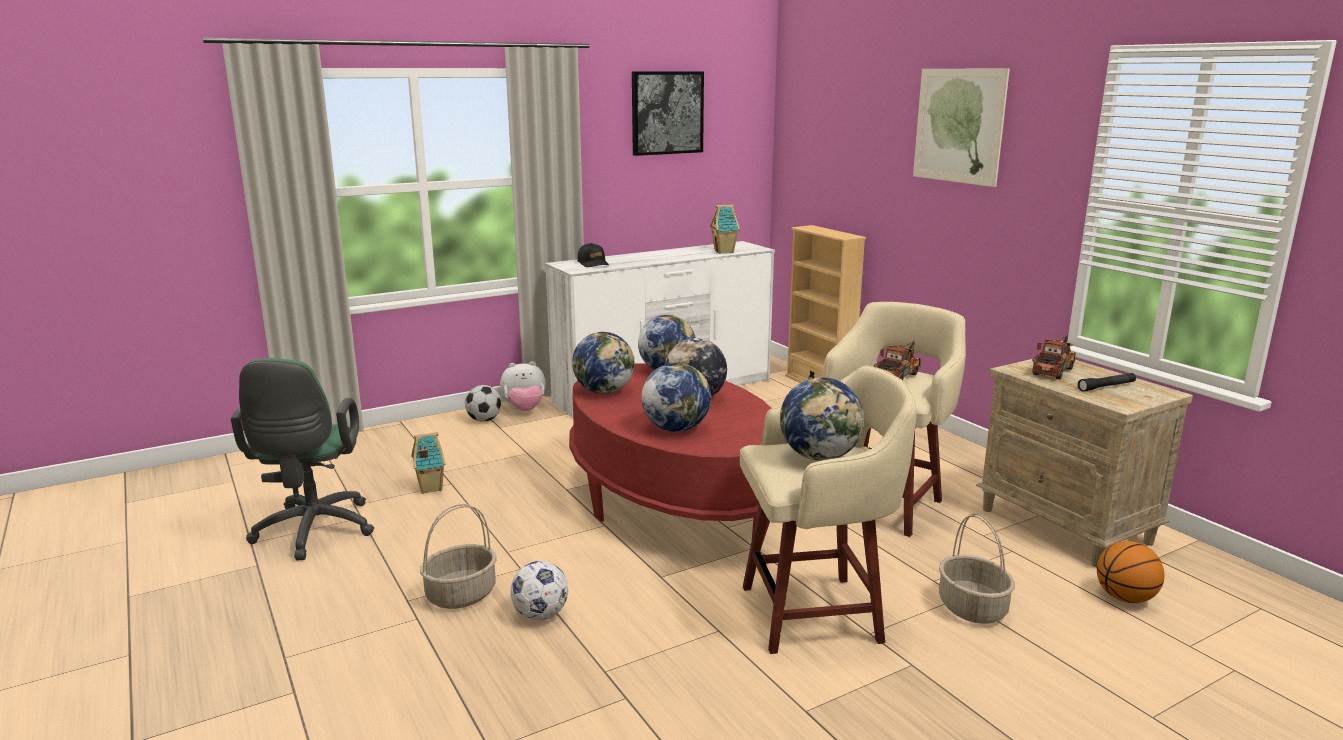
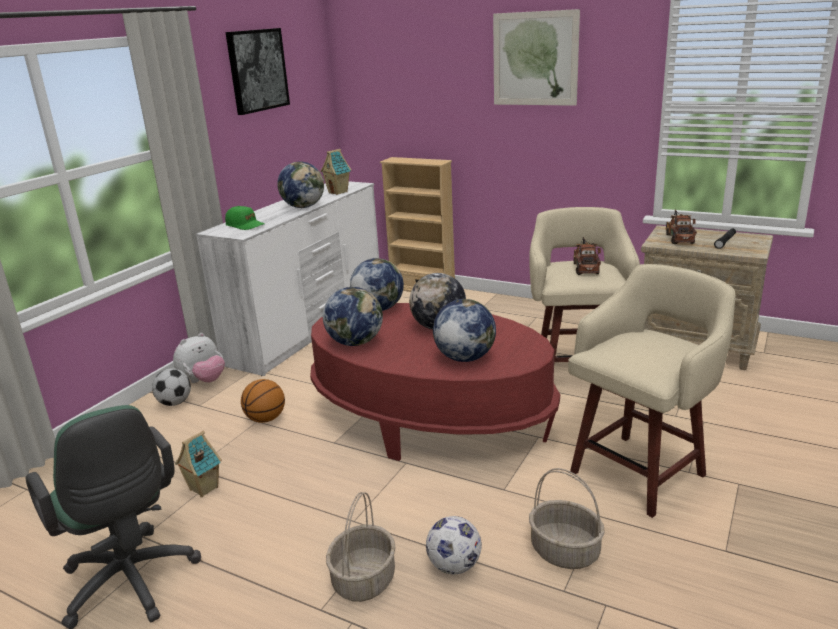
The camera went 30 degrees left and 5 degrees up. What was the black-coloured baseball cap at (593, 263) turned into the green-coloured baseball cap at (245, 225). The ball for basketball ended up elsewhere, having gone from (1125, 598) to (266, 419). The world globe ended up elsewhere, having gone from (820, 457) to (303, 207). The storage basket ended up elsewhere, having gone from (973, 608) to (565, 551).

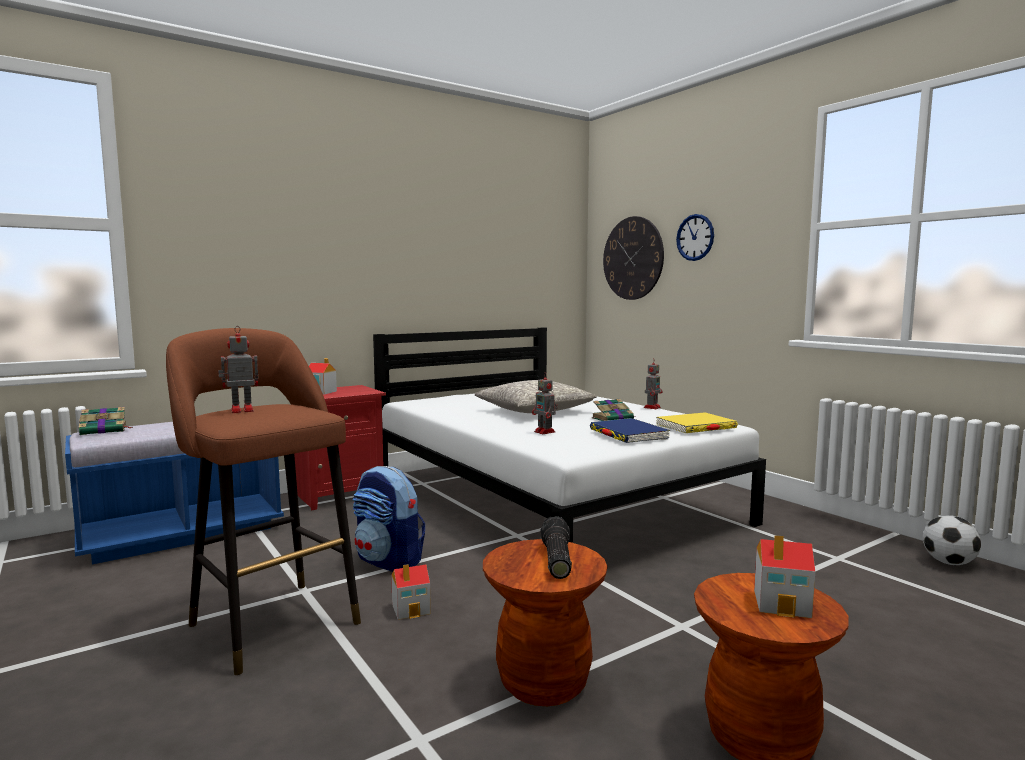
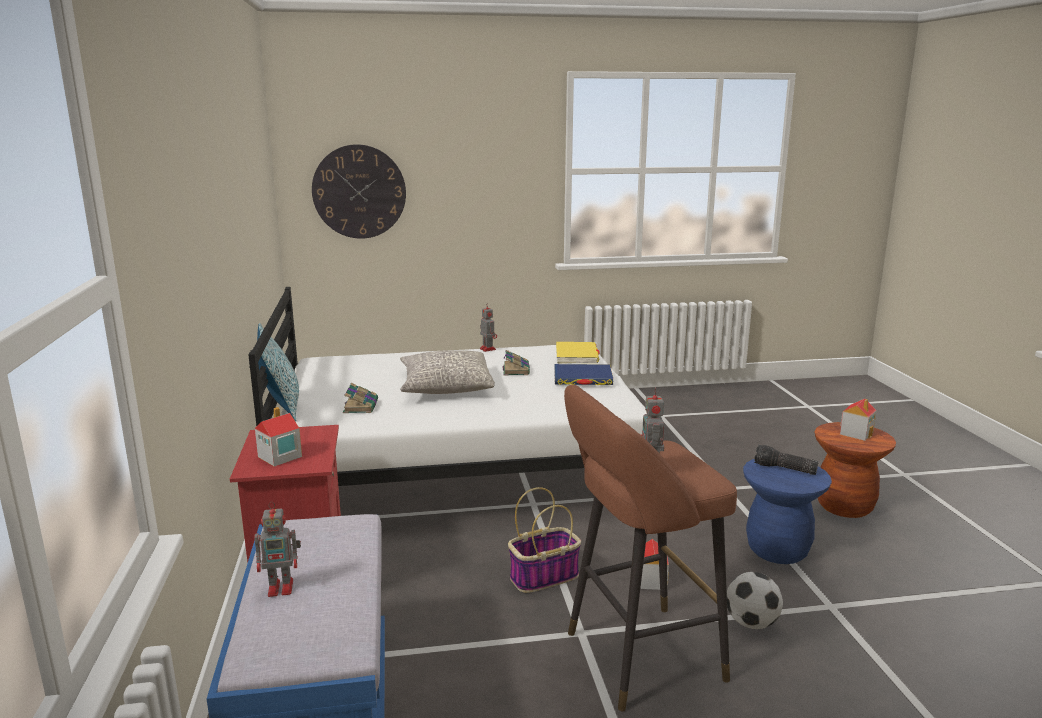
The camera went 65 degrees left and 10 degrees up. The model robot ended up elsewhere, having gone from (545, 432) to (282, 587). The second view gained the throw pillow at (281, 407). The bound book ended up elsewhere, having gone from (105, 430) to (361, 406). Where the rucksack stood at (389, 561), the storage basket came to stand at (544, 576). The football ended up elsewhere, having gone from (949, 563) to (751, 623). What was the brownish stool at (543, 682) turned into the bluish stool at (777, 550). The second view lost the hanging clock at (695, 237).

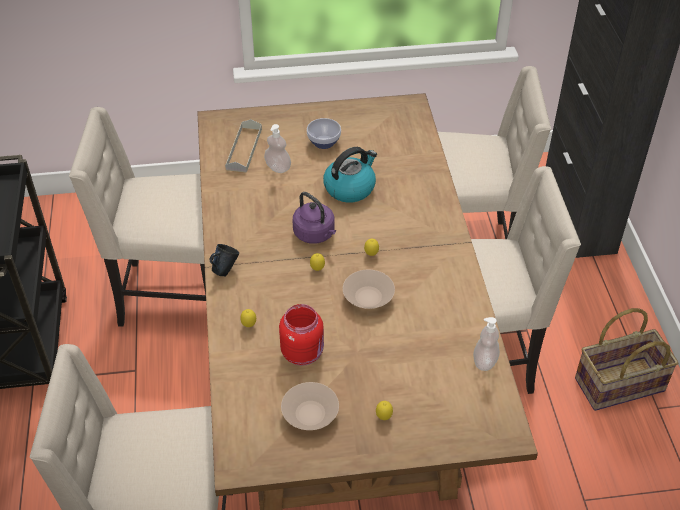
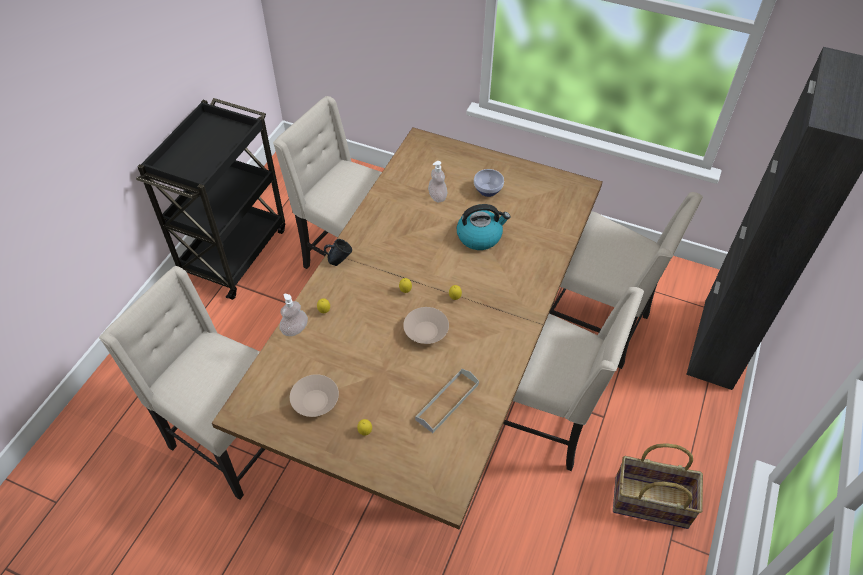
The camera went 30 degrees right and 5 degrees up. The soap dispenser ended up elsewhere, having gone from (485, 361) to (295, 329). The grey carrying tray ended up elsewhere, having gone from (244, 149) to (447, 402). The second view lost the red-coloured storage jar at (303, 352). The second view lost the purplish water kettle at (315, 234).

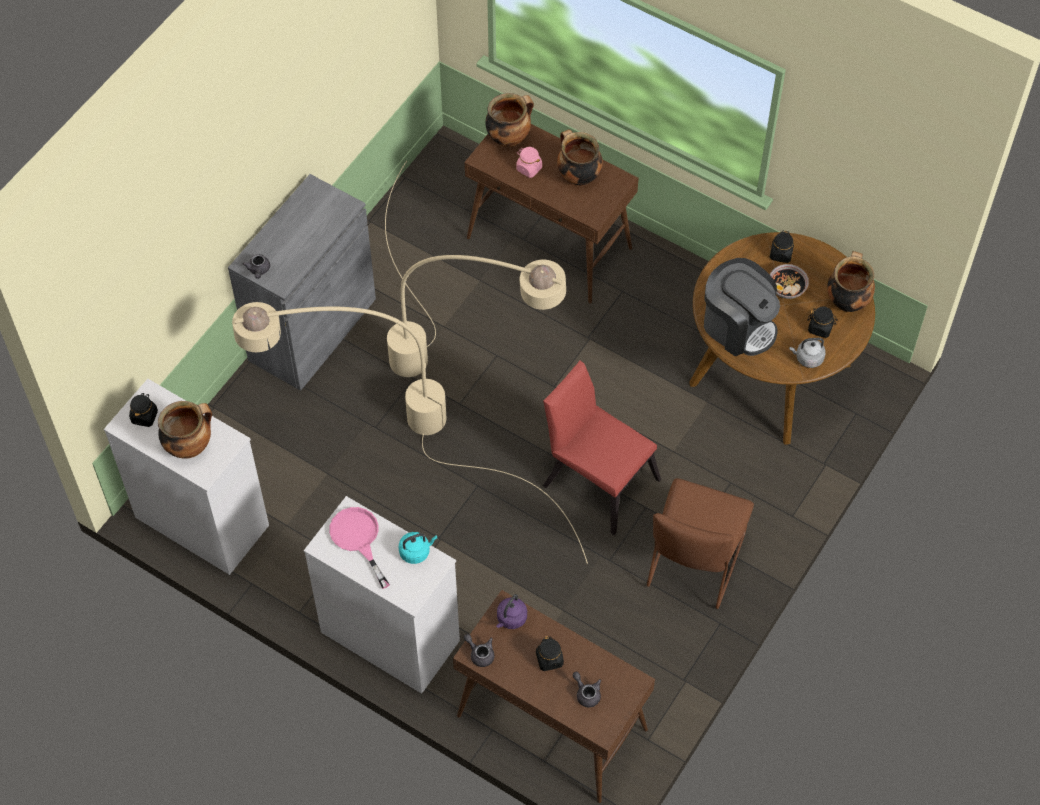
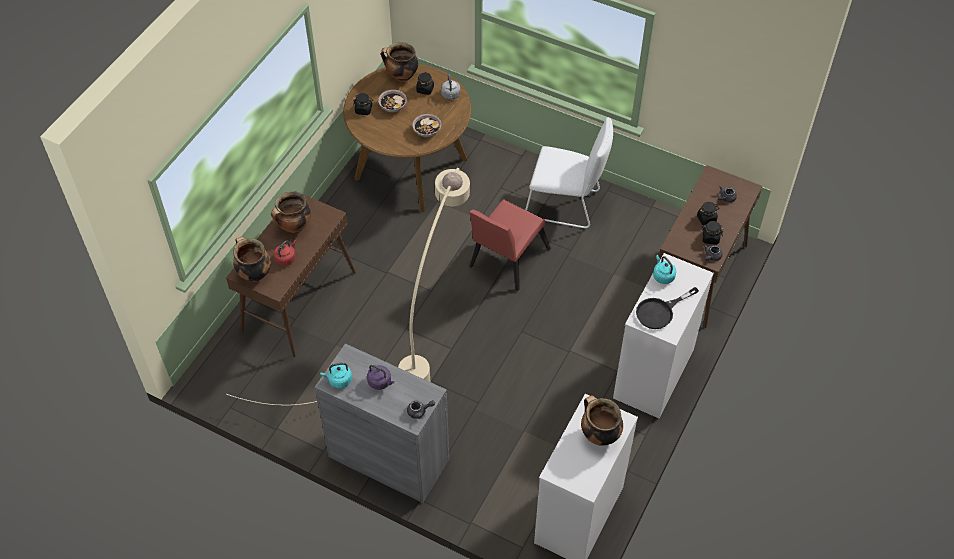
The camera went 95 degrees left and 5 degrees down. Where the pink-coloured storage jar stood at (529, 168), the red-coloured water kettle came to stand at (286, 258). The second view gained the turquoise-coloured water kettle at (339, 380). The purplish water kettle ended up elsewhere, having gone from (510, 619) to (380, 382). Where the coffee brewer stood at (738, 326), the bowl came to stand at (427, 131). What was the brownish upright chair at (694, 564) turned into the white upright chair at (566, 205). What was the pink-coloured skillet at (358, 539) turned into the black-coloured skillet at (660, 311). The black-coloured storage jar ended up elsewhere, having gone from (144, 416) to (710, 238). The second view lost the sand-coloured floor lamp at (386, 449).

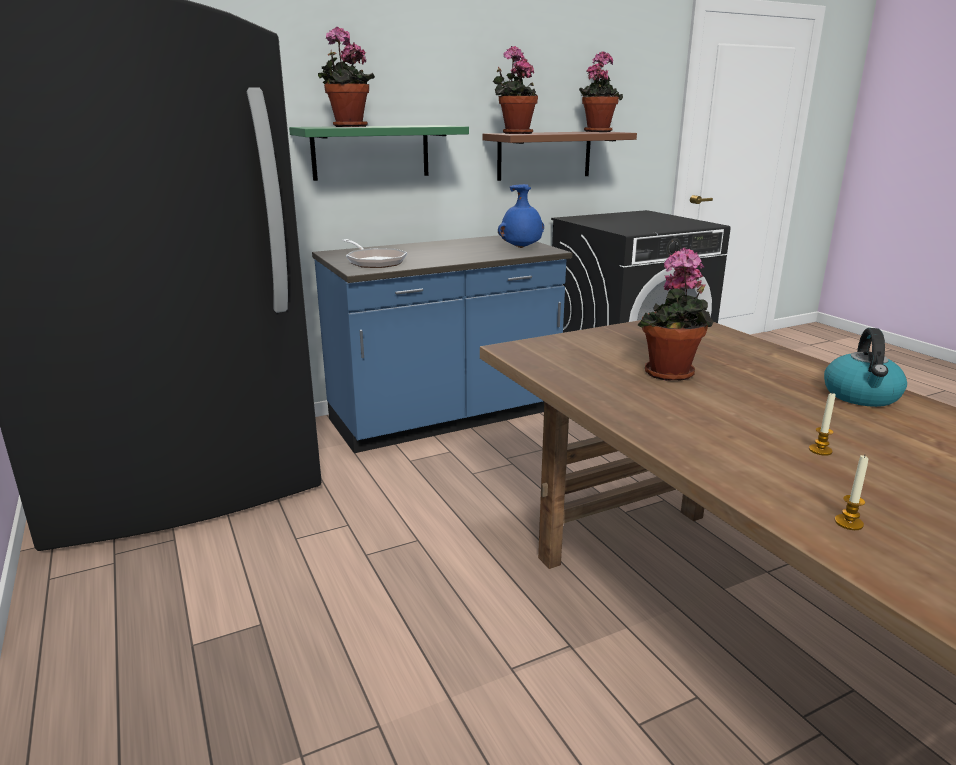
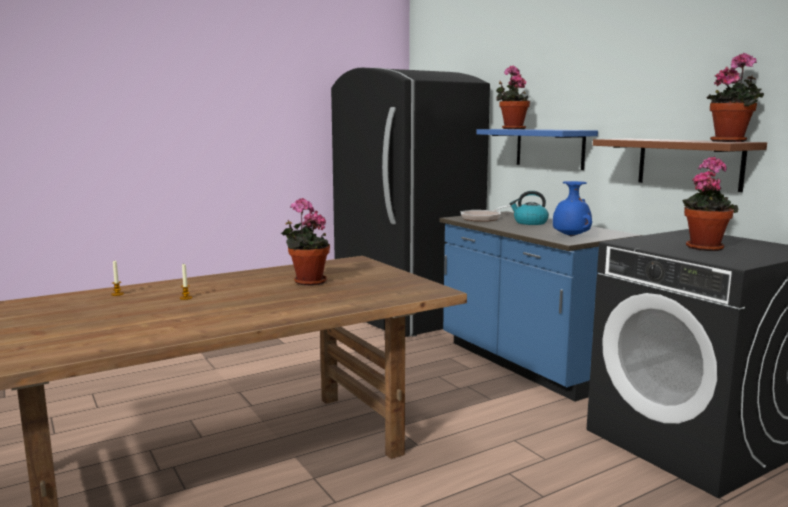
The camera went 85 degrees right and 10 degrees down. What was the green-coloured bracket shelf at (371, 152) turned into the bluish bracket shelf at (549, 148). The water kettle ended up elsewhere, having gone from (861, 396) to (530, 223). The houseplant ended up elsewhere, having gone from (515, 133) to (704, 247).

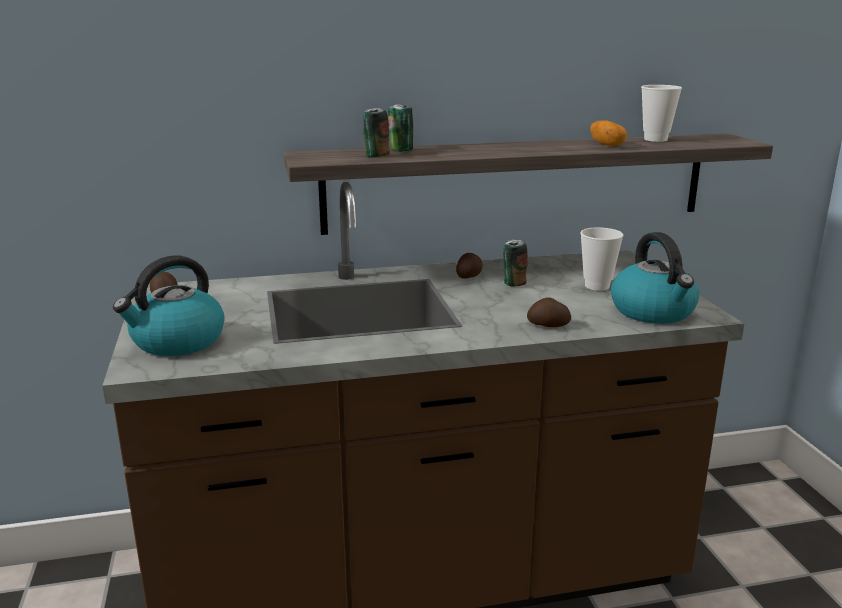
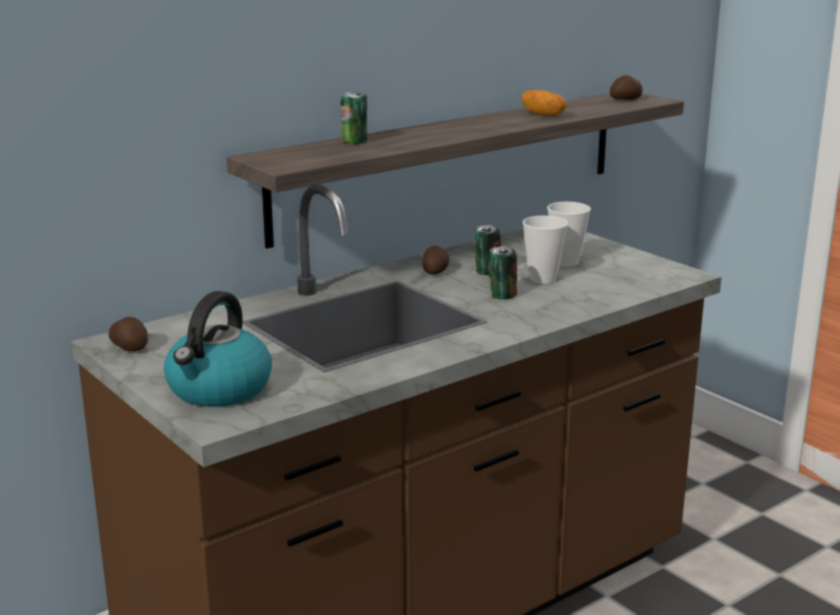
The camera went 25 degrees left and 0 degrees up. The can ended up elsewhere, having gone from (376, 155) to (501, 296). The drinking cup ended up elsewhere, having gone from (655, 139) to (542, 279). The potato ended up elsewhere, having gone from (548, 325) to (626, 99). The second view lost the water kettle at (653, 312).

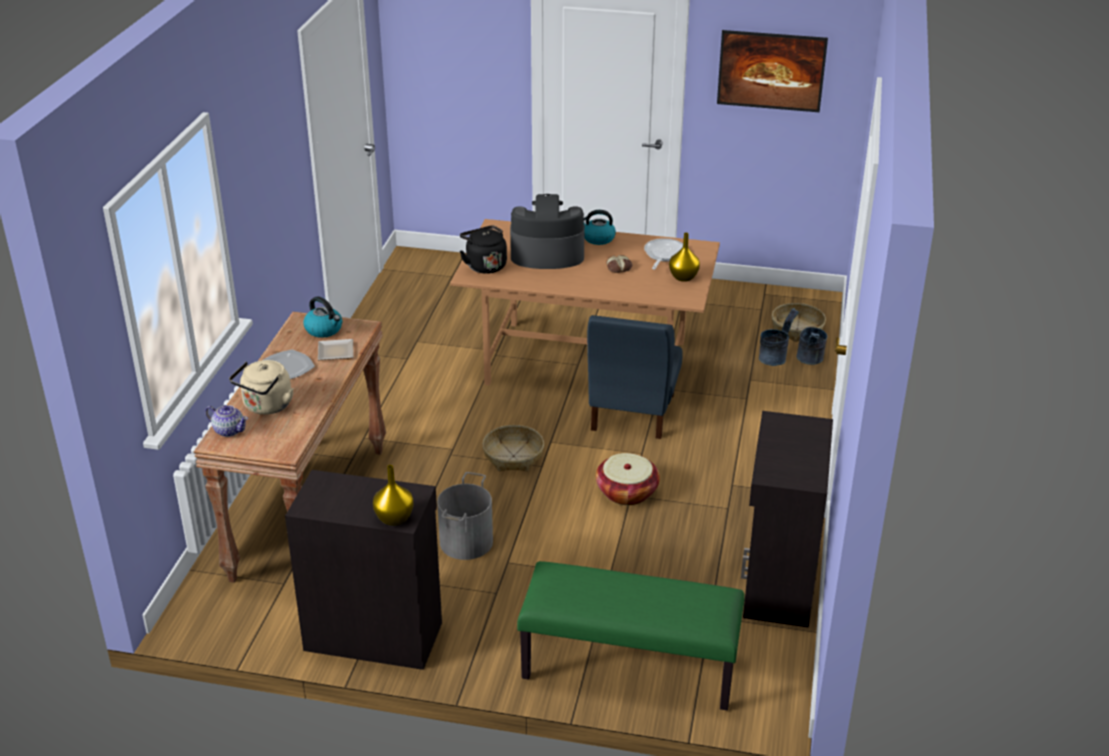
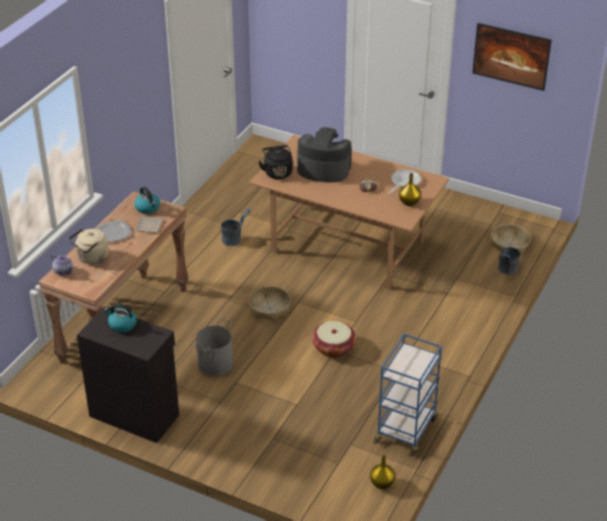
The camera went 15 degrees right and 5 degrees up. The water kettle ended up elsewhere, having gone from (598, 238) to (122, 325). The grey water bucket ended up elsewhere, having gone from (775, 357) to (234, 239). The yellowish vase ended up elsewhere, having gone from (395, 518) to (382, 483). Where the black-coloured cabinet stood at (777, 582), the bluish trolley came to stand at (405, 429). The second view lost the green-coloured indoor bench at (628, 668). The second view lost the bluish upright chair at (632, 412).

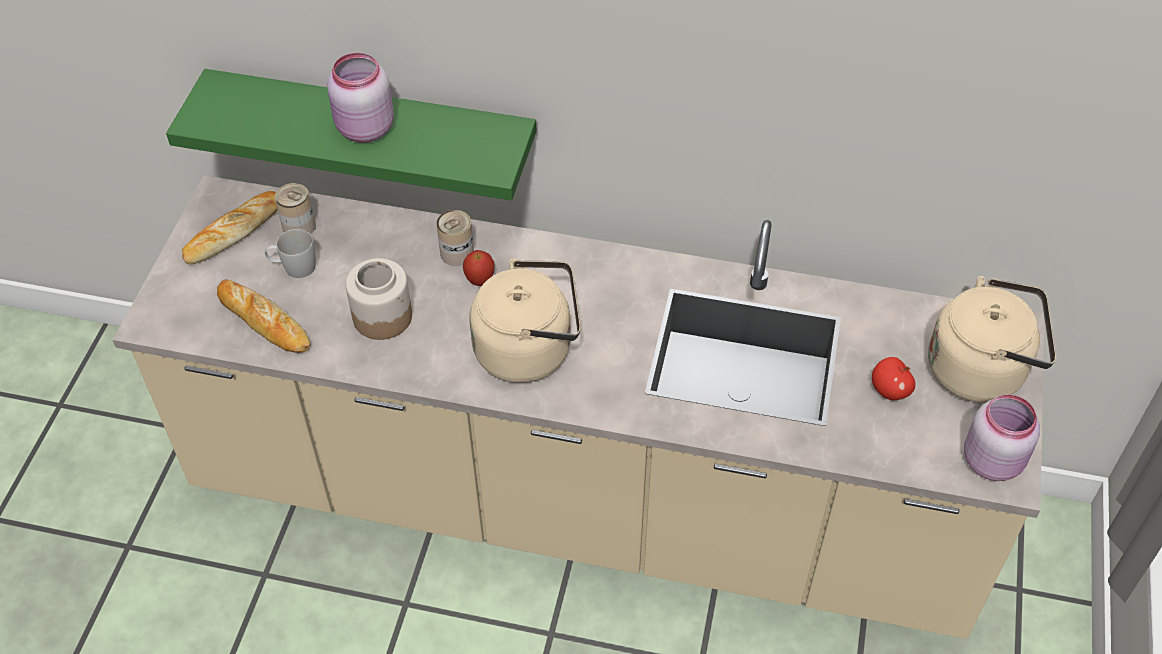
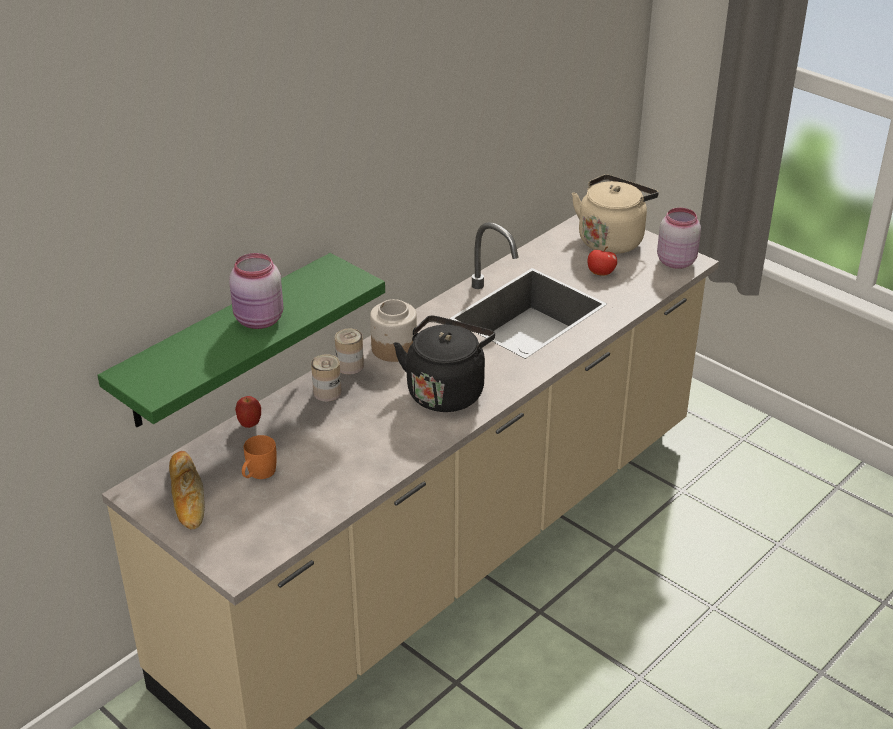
The camera went 60 degrees left and 15 degrees down. The apple ended up elsewhere, having gone from (480, 281) to (249, 424). What was the white tea mug at (293, 267) turned into the orange-coloured tea mug at (258, 474). The can ended up elsewhere, having gone from (299, 226) to (350, 366). The storage jar ended up elsewhere, having gone from (382, 316) to (393, 348). What was the sand-coloured water kettle at (529, 350) turned into the black-coloured water kettle at (446, 391). The second view lost the bread at (264, 321).

